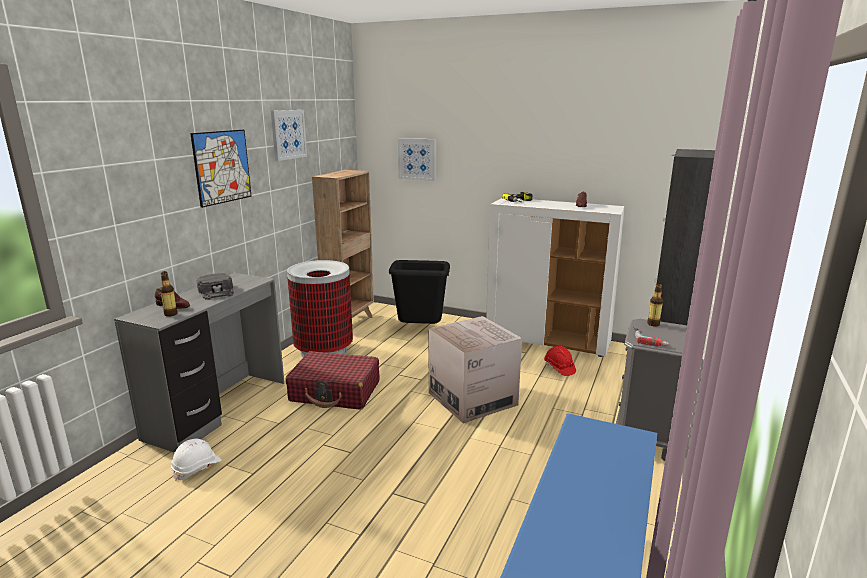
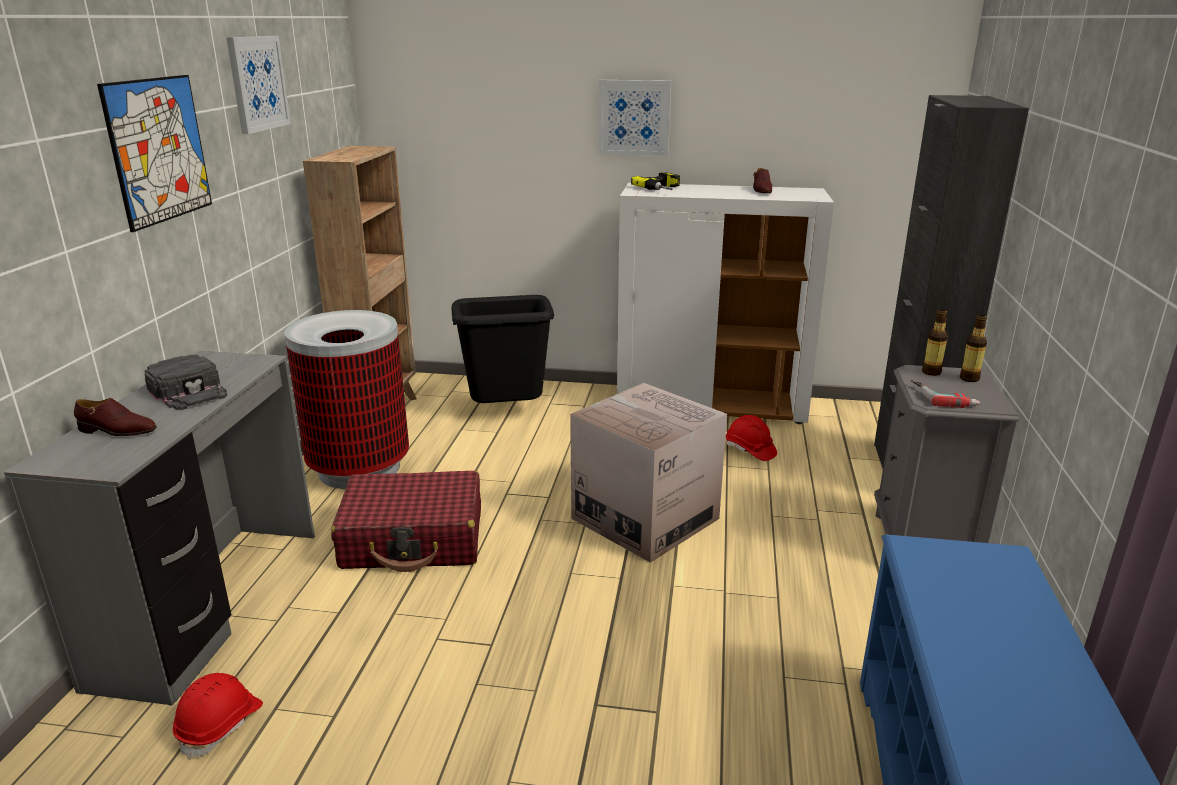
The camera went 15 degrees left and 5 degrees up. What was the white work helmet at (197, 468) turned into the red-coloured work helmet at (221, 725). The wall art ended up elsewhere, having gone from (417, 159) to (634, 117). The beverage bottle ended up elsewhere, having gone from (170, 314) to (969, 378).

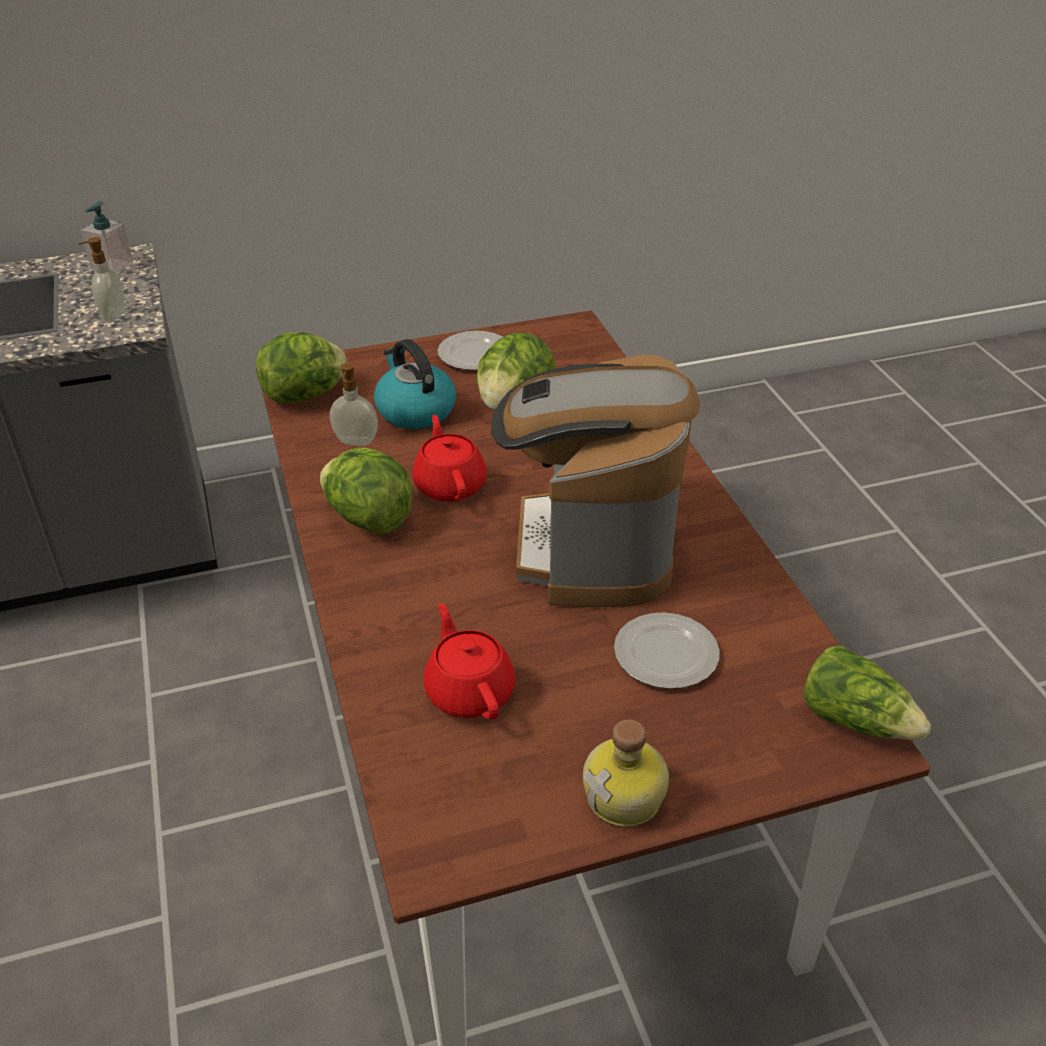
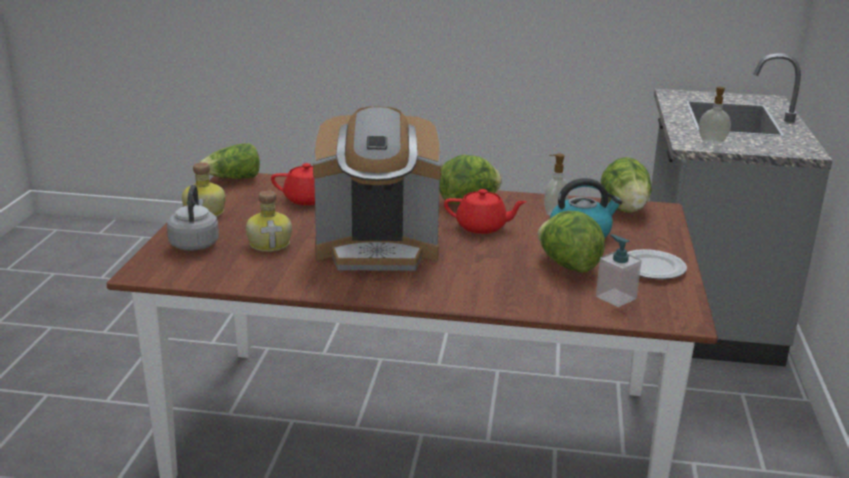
The camera went 115 degrees right and 15 degrees down. The second view gained the grey water kettle at (195, 243). The lettuce ended up elsewhere, having gone from (855, 719) to (232, 179). Where the flat dish stood at (664, 654), the beverage bottle came to stand at (270, 244). The coffee brewer at (592, 547) ended up facing another way, 150 degrees clockwise from before. The soap dispenser ended up elsewhere, having gone from (112, 267) to (615, 297).

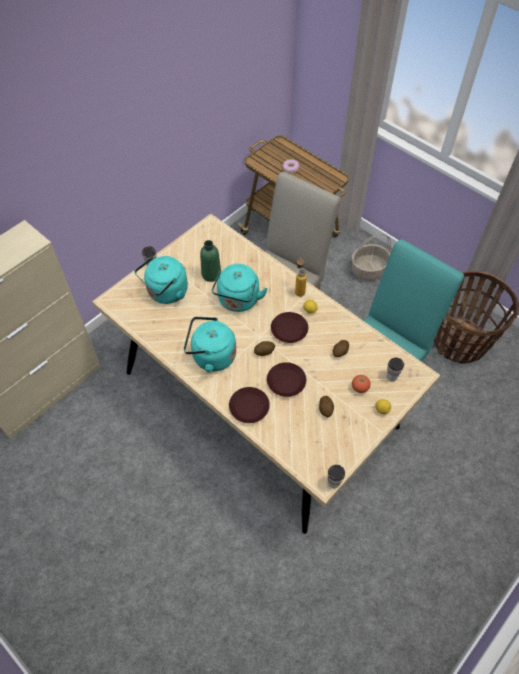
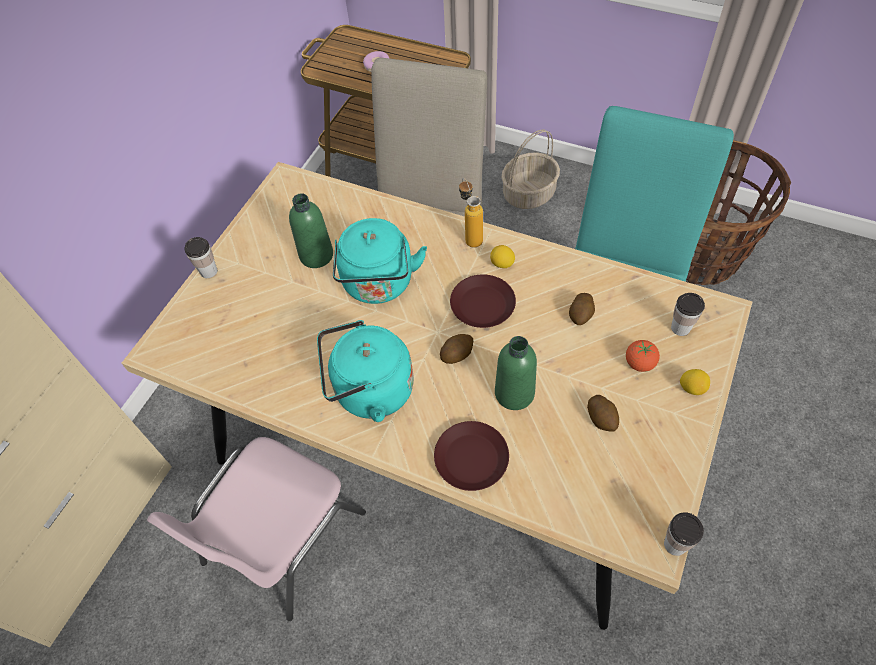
The camera went 15 degrees left and 0 degrees up. The second view gained the pink-coloured upright chair at (280, 538). Where the brownish flat dish stood at (285, 381), the green-coloured beverage bottle came to stand at (514, 393). The second view lost the turquoise-coloured water kettle at (166, 293).

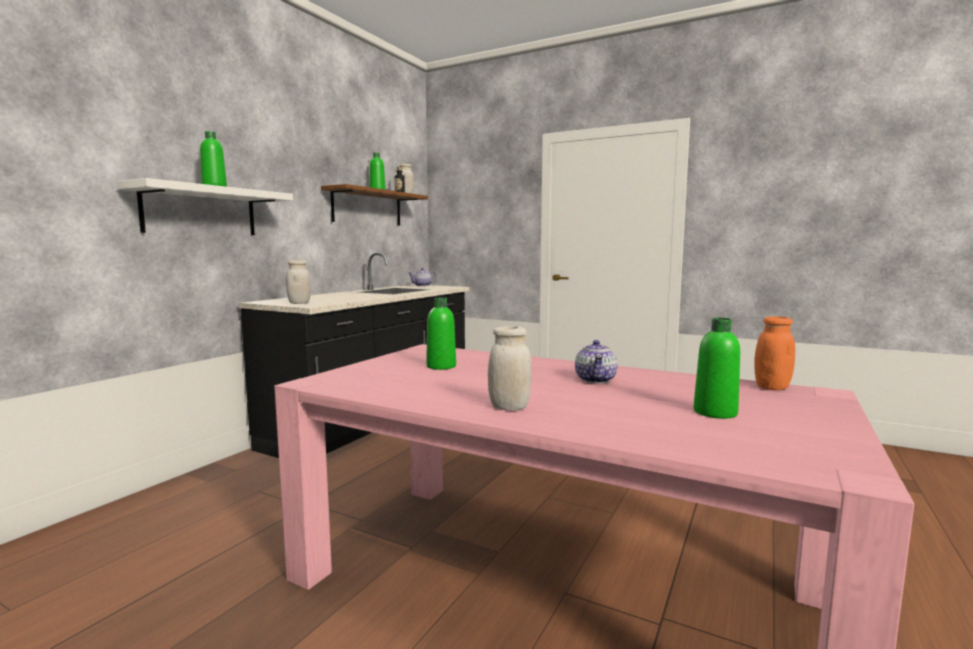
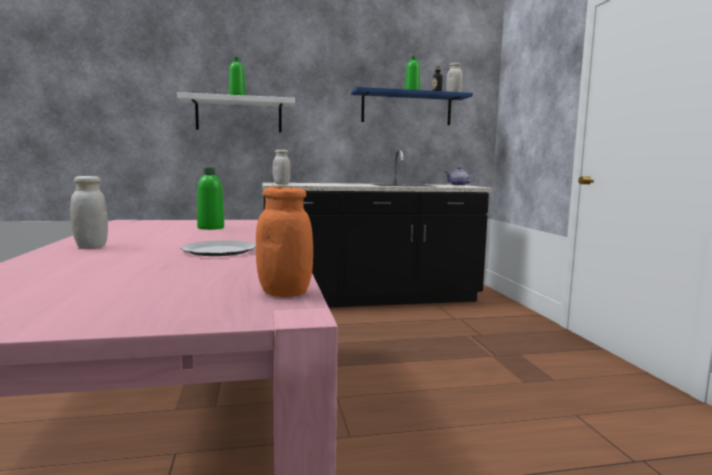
The camera went 50 degrees right and 0 degrees up. Where the pot for tea stood at (596, 380), the flat dish came to stand at (220, 251). What was the brownish bracket shelf at (367, 207) turned into the bluish bracket shelf at (406, 108). The second view lost the green-coloured beverage bottle at (715, 412).

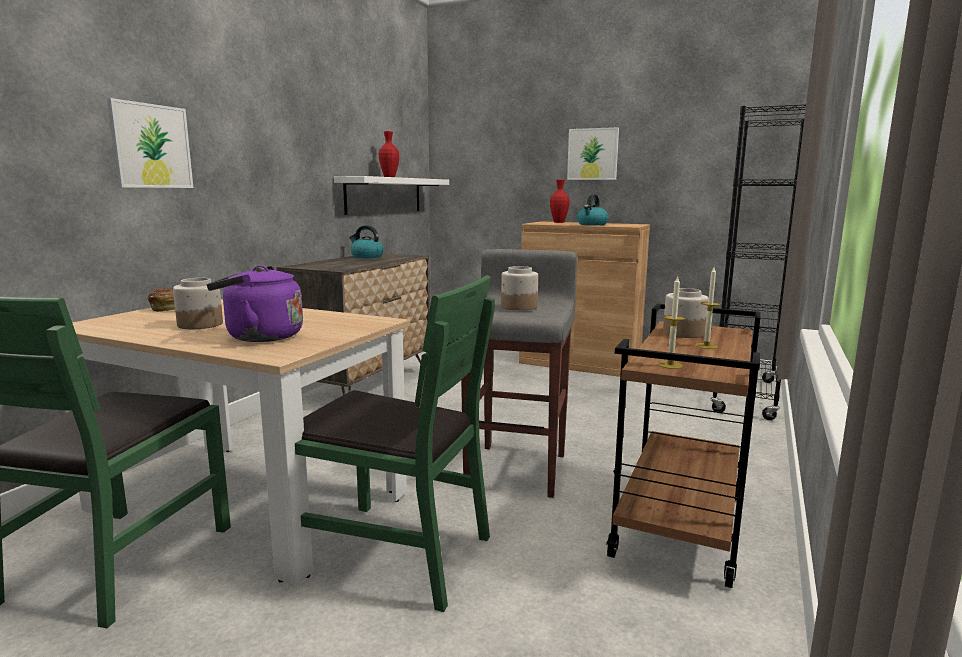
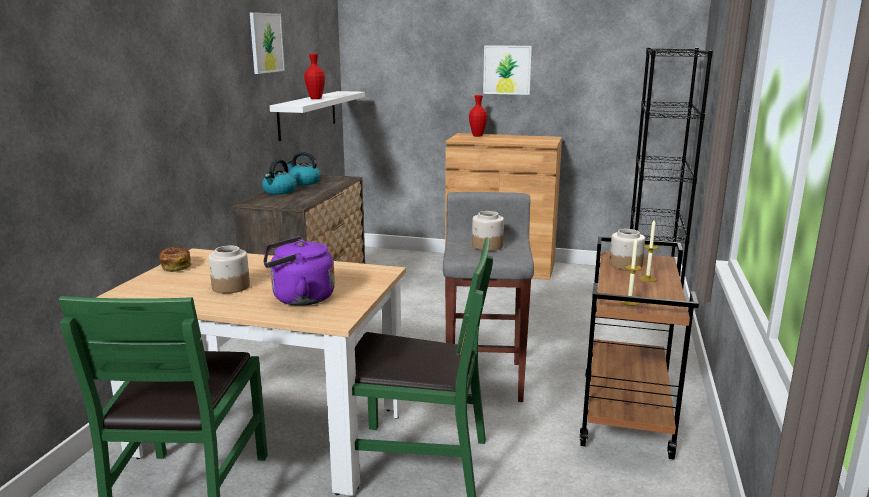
The camera went 10 degrees left and 5 degrees up. The wall art ended up elsewhere, having gone from (151, 146) to (266, 43). The water kettle ended up elsewhere, having gone from (592, 224) to (279, 191).

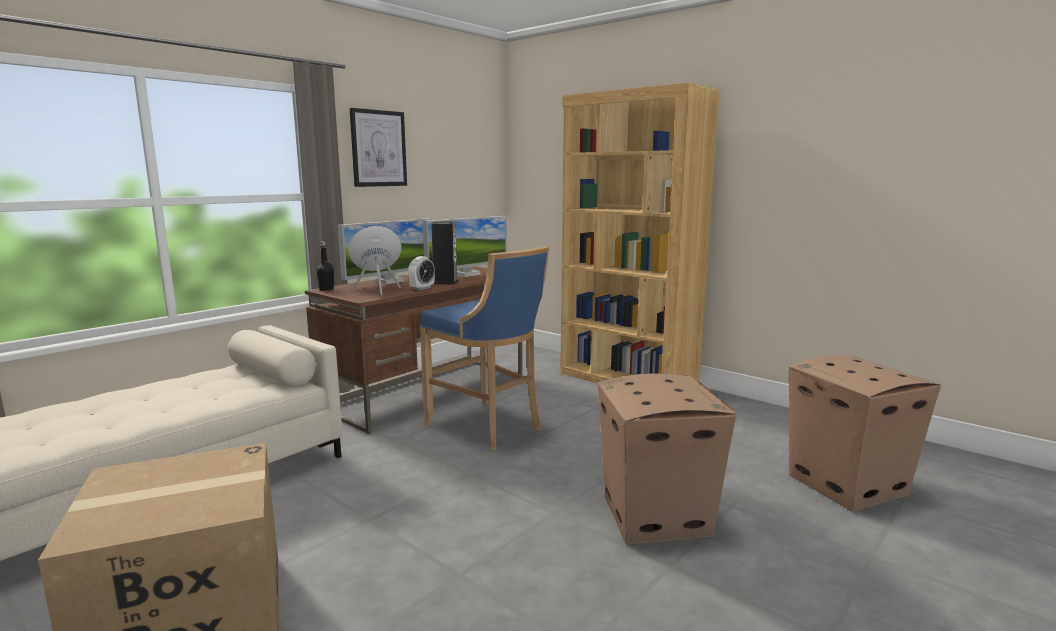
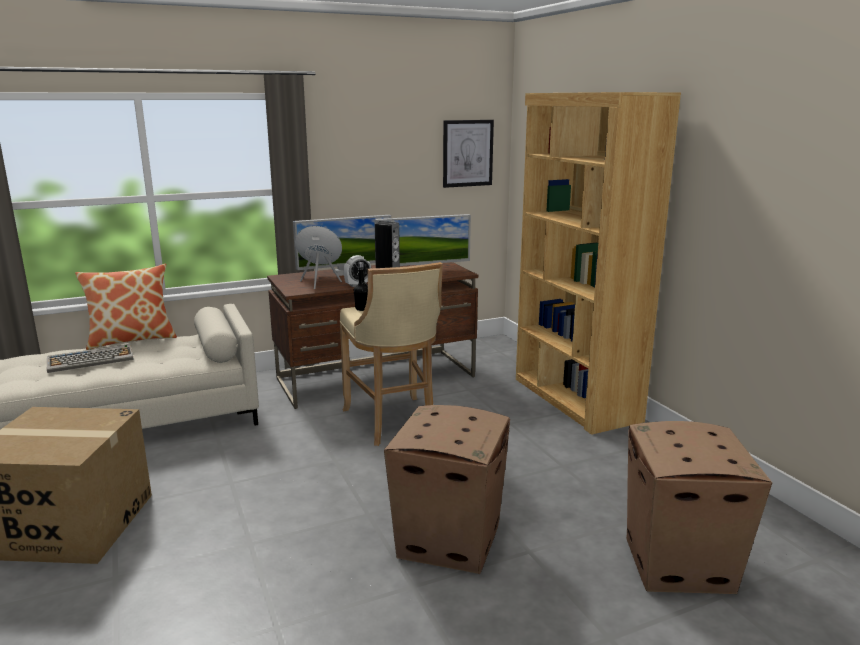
The camera went 25 degrees right and 5 degrees up. The second view gained the computer keyboard at (91, 360). The second view gained the throw pillow at (132, 339). What was the bluish stool at (488, 427) turned into the sand-coloured stool at (393, 423). The black-coloured beverage bottle ended up elsewhere, having gone from (326, 289) to (362, 309). The wall art ended up elsewhere, having gone from (378, 148) to (467, 153).

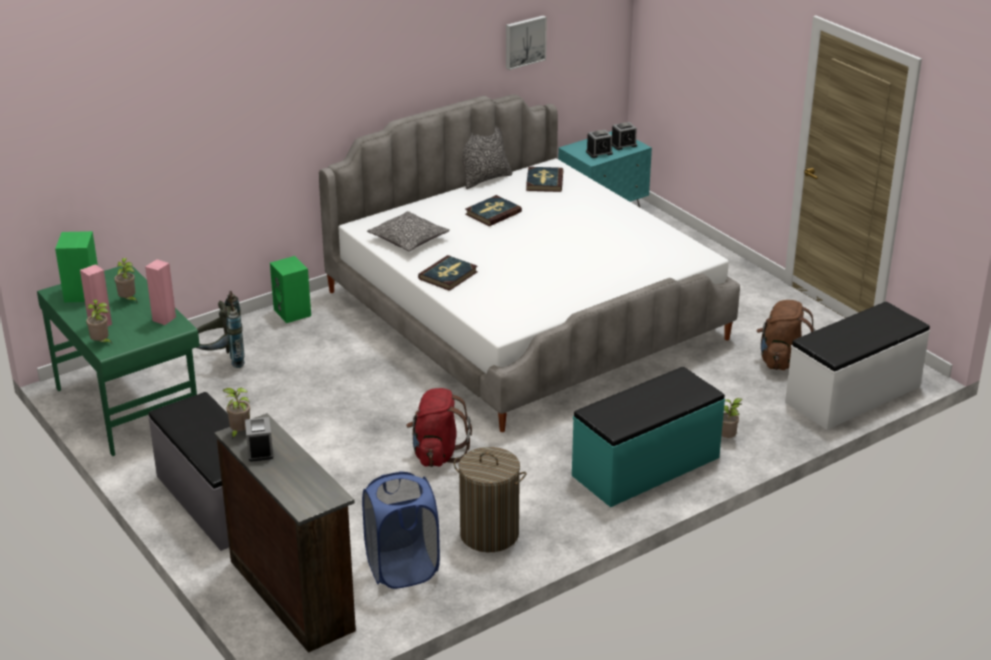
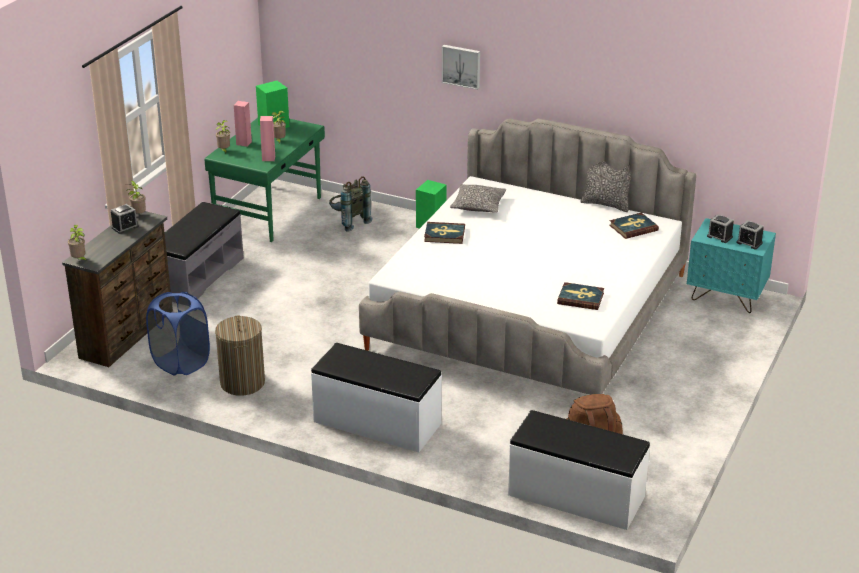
The camera went 60 degrees right and 0 degrees up. The houseplant ended up elsewhere, having gone from (728, 438) to (79, 260). What was the turquoise-coloured indoor bench at (646, 467) turned into the white indoor bench at (377, 423). The wall art ended up elsewhere, having gone from (524, 41) to (461, 66). The bound book ended up elsewhere, having gone from (493, 213) to (580, 298). The second view lost the red-coloured rucksack at (437, 454).

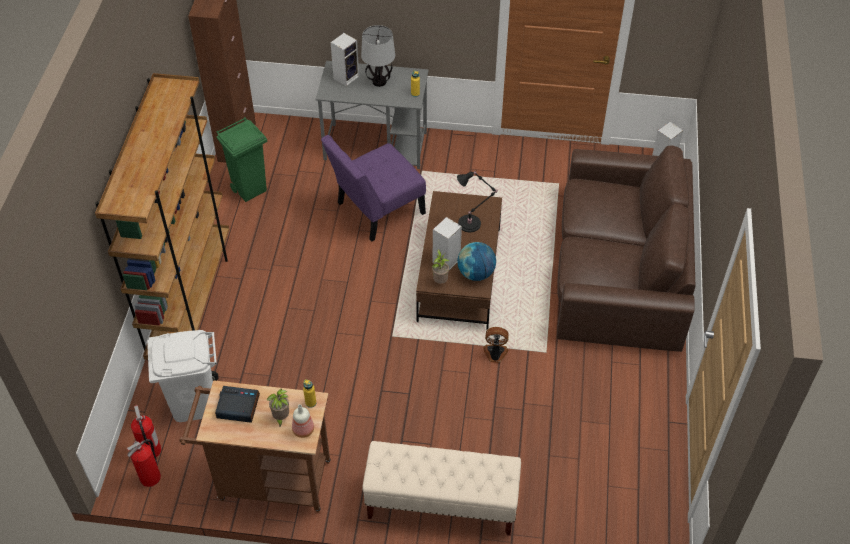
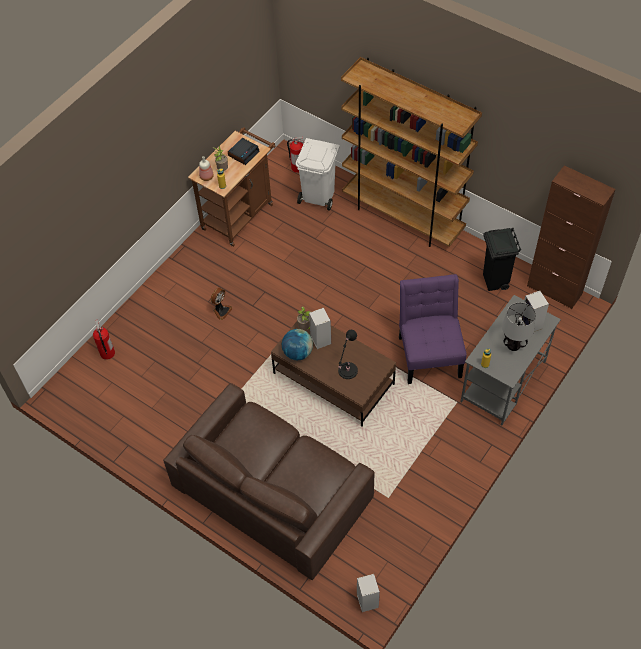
The camera went 120 degrees right and 5 degrees up. The fire extinguisher ended up elsewhere, having gone from (151, 477) to (107, 353). The cooling fan ended up elsewhere, having gone from (495, 354) to (221, 310). What was the green-coloured rubbish bin at (250, 189) turned into the black-coloured rubbish bin at (495, 282). The second view lost the sand-coloured indoor bench at (441, 504).

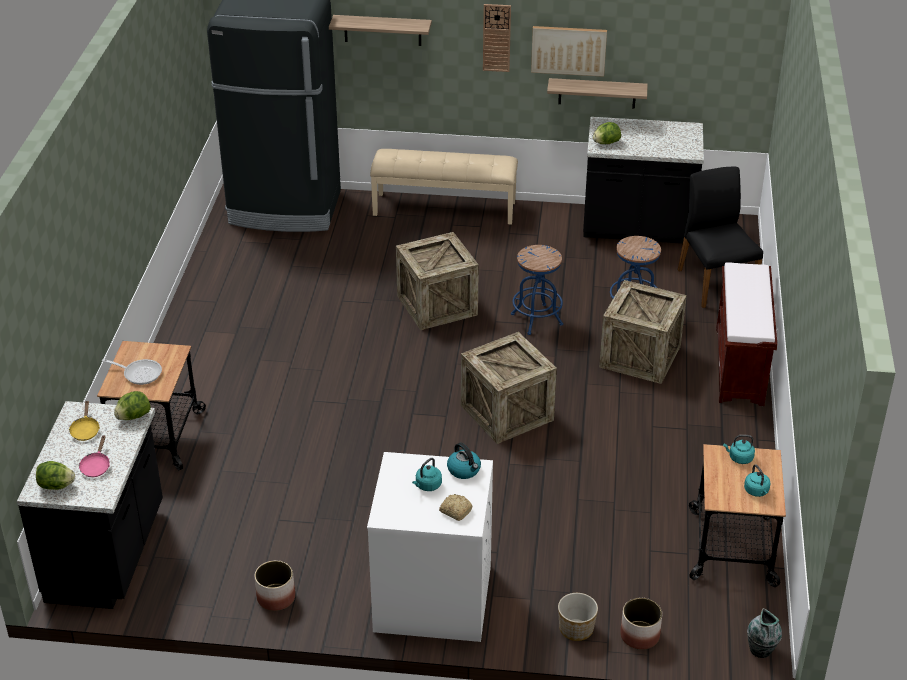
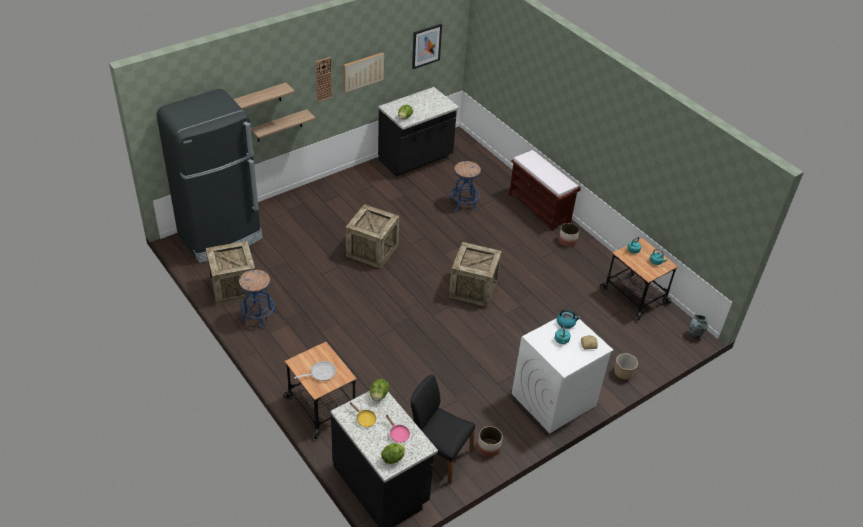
The camera went 45 degrees left and 5 degrees up. The shipping crate ended up elsewhere, having gone from (640, 356) to (234, 287). The bluish stool ended up elsewhere, having gone from (536, 319) to (258, 316). The bracket shelf ended up elsewhere, having gone from (597, 93) to (279, 126). The black-coloured upright chair ended up elsewhere, having gone from (715, 282) to (438, 454). The second view gained the wall art at (426, 46). The plant pot ended up elsewhere, having gone from (640, 635) to (567, 241). The second view lost the sand-coloured indoor bench at (445, 208).

